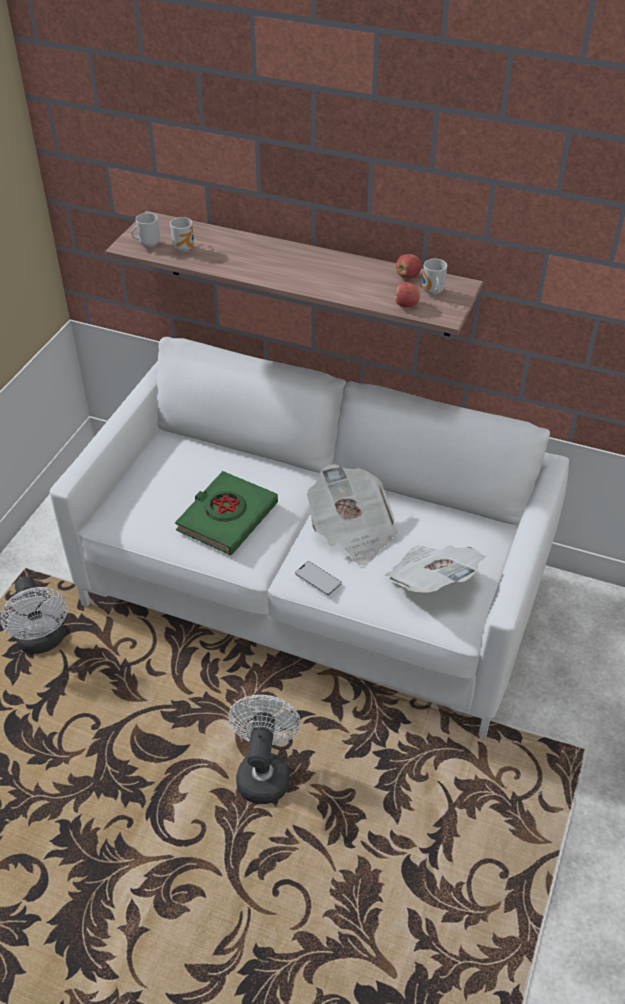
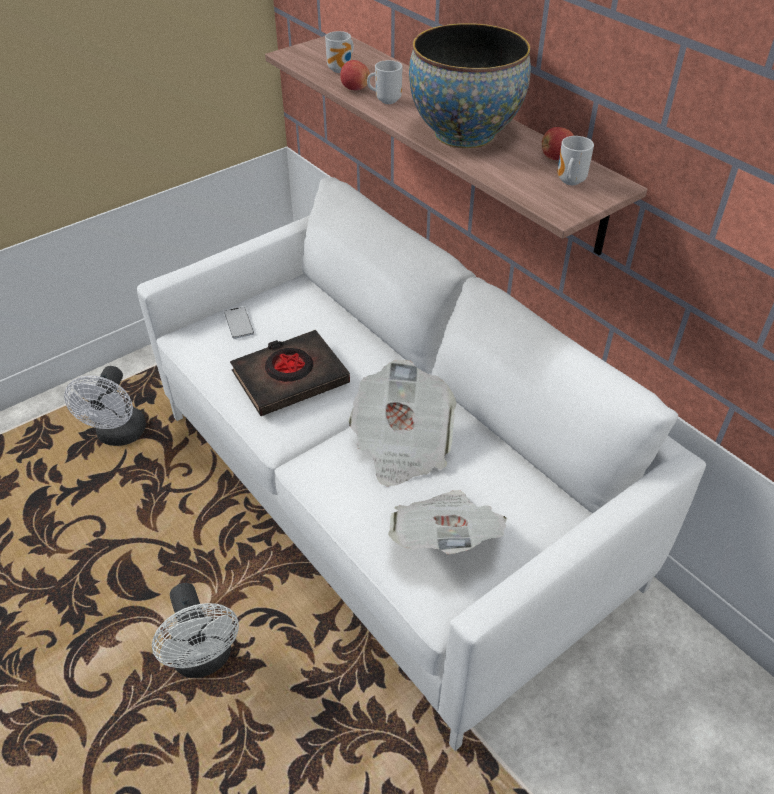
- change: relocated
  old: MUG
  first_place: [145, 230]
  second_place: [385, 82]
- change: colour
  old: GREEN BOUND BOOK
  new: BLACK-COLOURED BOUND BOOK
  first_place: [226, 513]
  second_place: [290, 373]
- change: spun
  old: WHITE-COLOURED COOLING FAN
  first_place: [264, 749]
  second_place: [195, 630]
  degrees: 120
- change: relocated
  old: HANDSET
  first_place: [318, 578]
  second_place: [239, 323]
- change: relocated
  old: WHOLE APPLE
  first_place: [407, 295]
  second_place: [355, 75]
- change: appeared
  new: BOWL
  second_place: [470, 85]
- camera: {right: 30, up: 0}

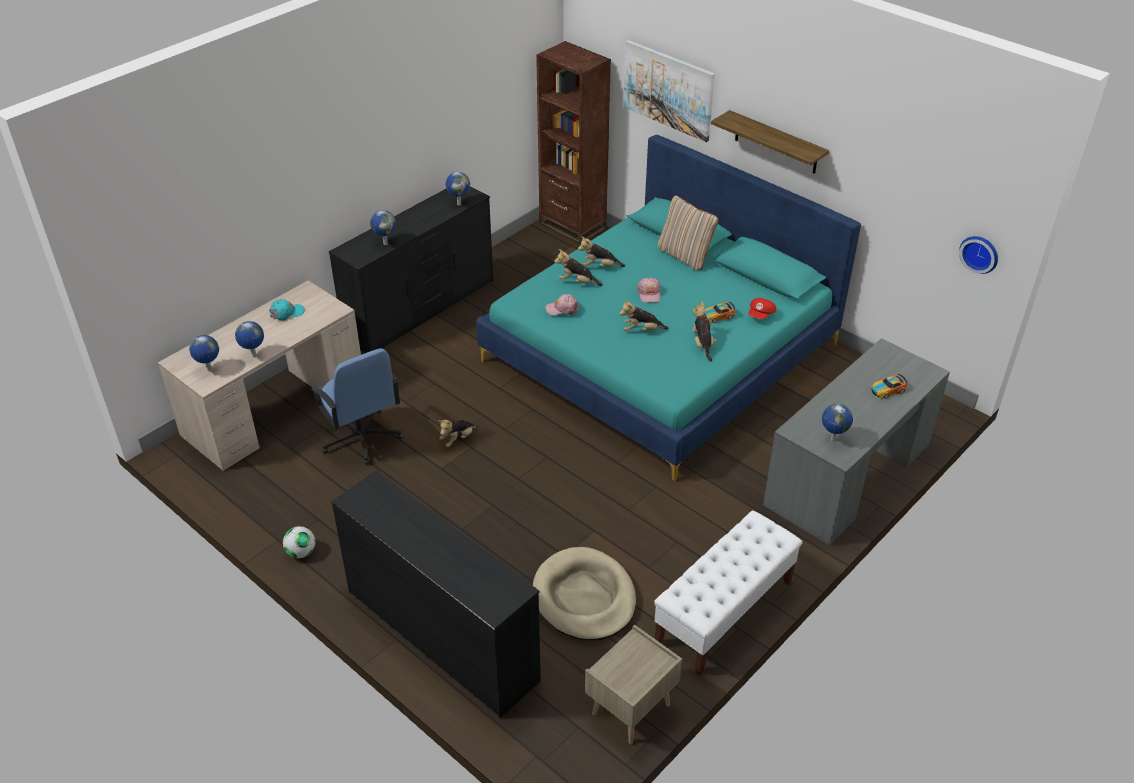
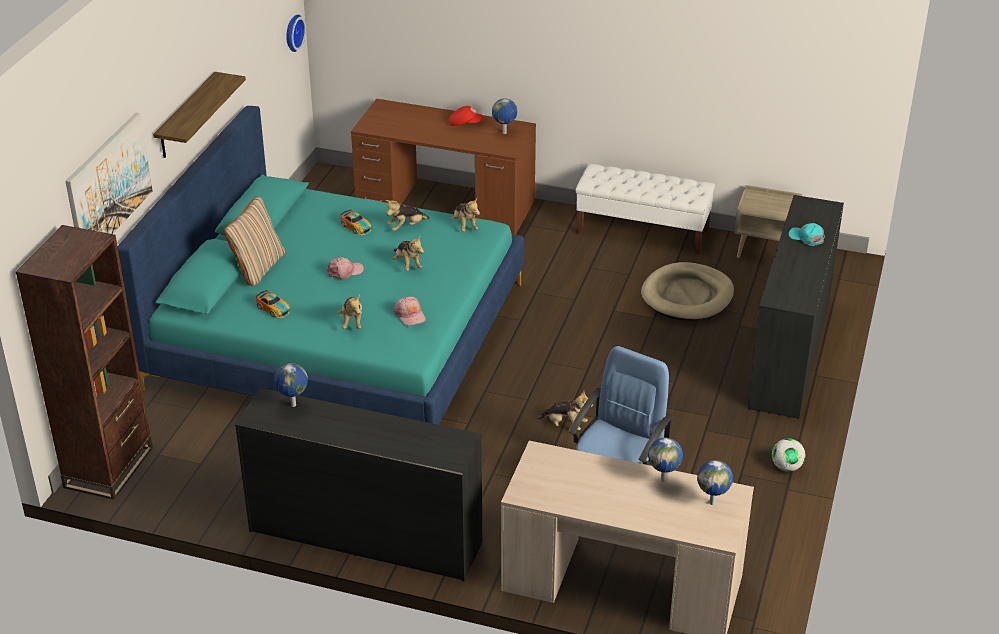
- change: relocated
  old: TURQUOISE-COLOURED BASEBALL CAP
  first_place: [286, 310]
  second_place: [807, 234]
- change: missing
  old: WORLD GLOBE
  first_place: [383, 227]
- change: relocated
  old: PLUSH TOY
  first_place: [601, 251]
  second_place: [465, 214]
- change: relocated
  old: REDDISH BASEBALL CAP
  first_place: [762, 308]
  second_place: [466, 116]
- change: colour
  old: GRAY DESK
  new: BROWN-COLOURED DESK
  first_place: [856, 441]
  second_place: [443, 167]
- change: relocated
  old: TOY CAR
  first_place: [888, 386]
  second_place: [273, 304]
- camera: {right: -115, up: -5}

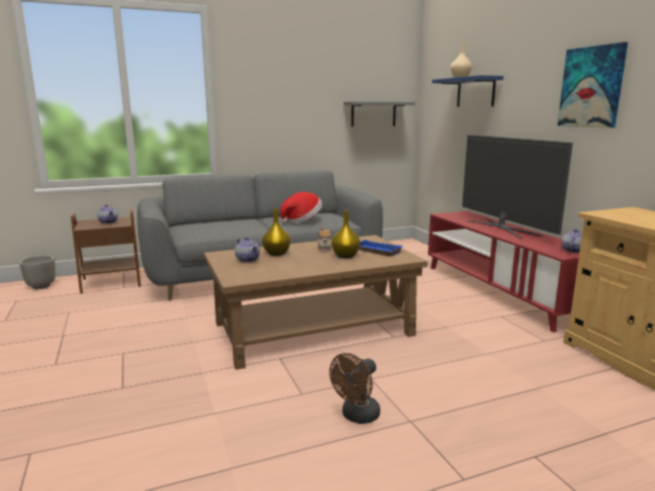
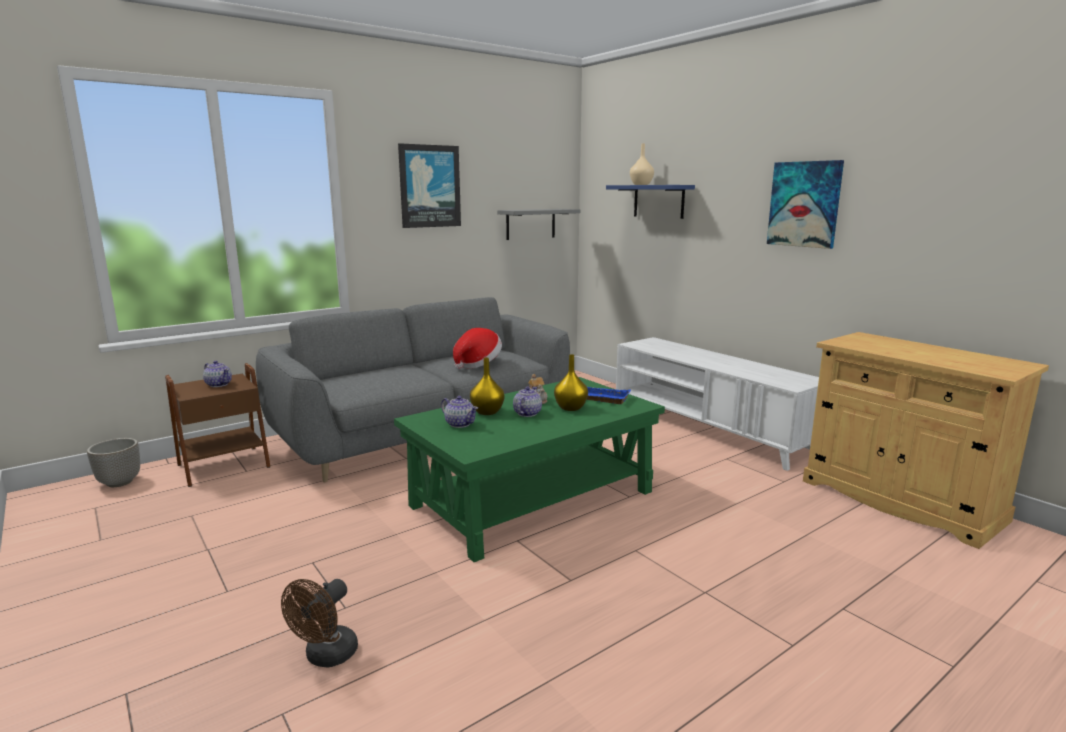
- change: colour
  old: BROWN-COLOURED LOUNGE TABLE
  new: GREEN LOUNGE TABLE
  first_place: [316, 302]
  second_place: [529, 469]
- change: relocated
  old: BROWN-COLOURED COOLING FAN
  first_place: [354, 388]
  second_place: [319, 623]
- change: colour
  old: REDDISH MEDIA CONSOLE
  new: WHITE-COLOURED MEDIA CONSOLE
  first_place: [503, 271]
  second_place: [717, 404]
- change: missing
  old: TELEVISION
  first_place: [517, 187]
- change: relocated
  old: POT FOR TEA
  first_place: [571, 241]
  second_place: [527, 402]
- change: appeared
  new: WALL PICTURE
  second_place: [429, 185]
- camera: {right: -15, up: 0}

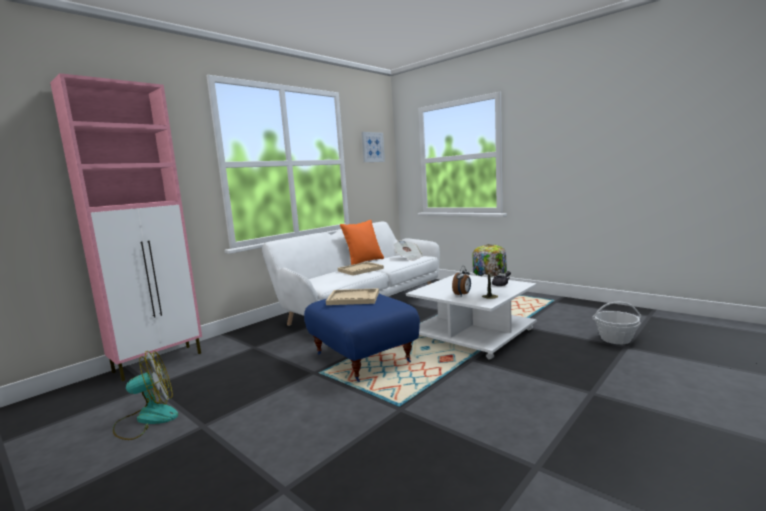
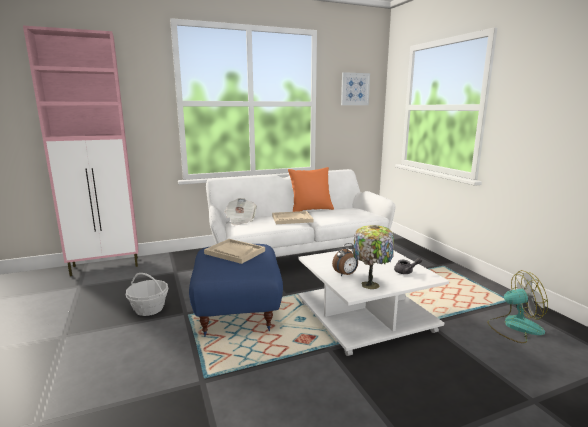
- change: relocated
  old: COOLING FAN
  first_place: [145, 395]
  second_place: [517, 306]
- change: relocated
  old: DAILY PAPER
  first_place: [408, 250]
  second_place: [240, 211]
- change: relocated
  old: BASKET
  first_place: [616, 323]
  second_place: [146, 294]
- camera: {right: 25, up: 5}

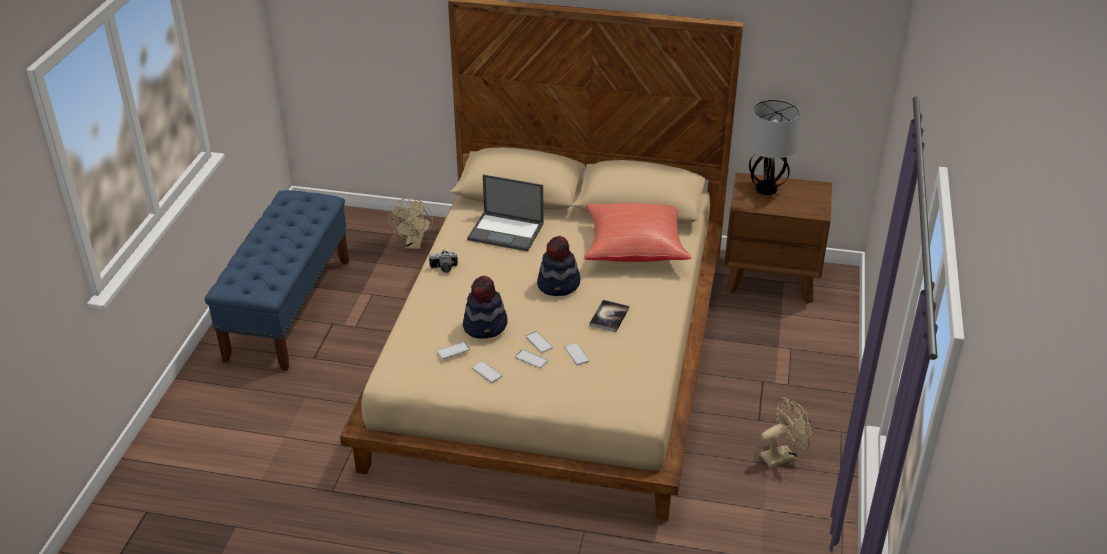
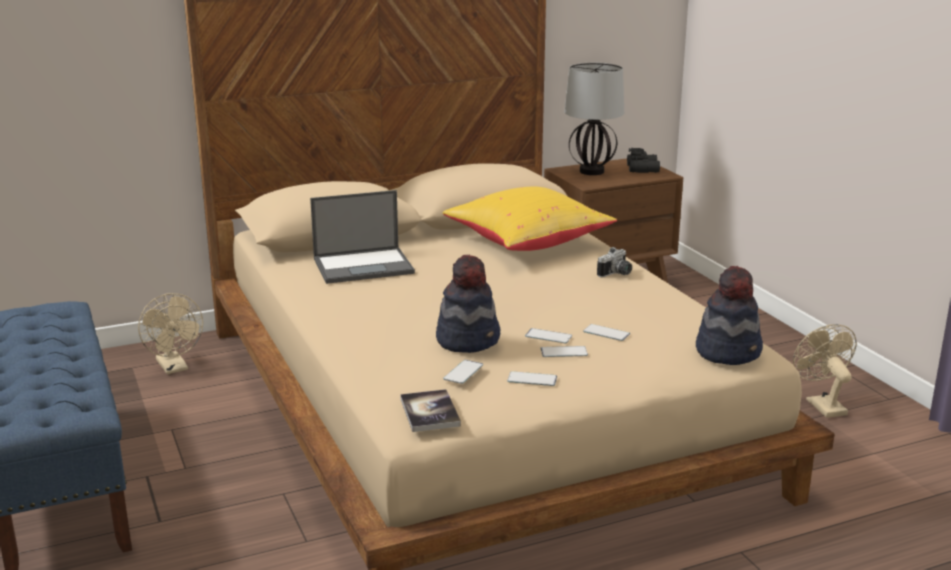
- change: relocated
  old: STILL CAMERA
  first_place: [443, 261]
  second_place: [614, 262]
- change: relocated
  old: WEARABLE HAT
  first_place: [558, 266]
  second_place: [729, 315]
- change: colour
  old: REDDISH CUSHION
  new: YELLOWISH CUSHION
  first_place: [637, 232]
  second_place: [530, 219]
- change: relocated
  old: BOUND BOOK
  first_place: [609, 316]
  second_place: [430, 410]
- change: spun
  old: BEIGE COOLING FAN
  first_place: [786, 432]
  second_place: [825, 371]
  degrees: -45
- change: appeared
  new: BLACK-COLOURED BINOCULARS
  second_place: [643, 160]
- camera: {right: -35, up: -15}

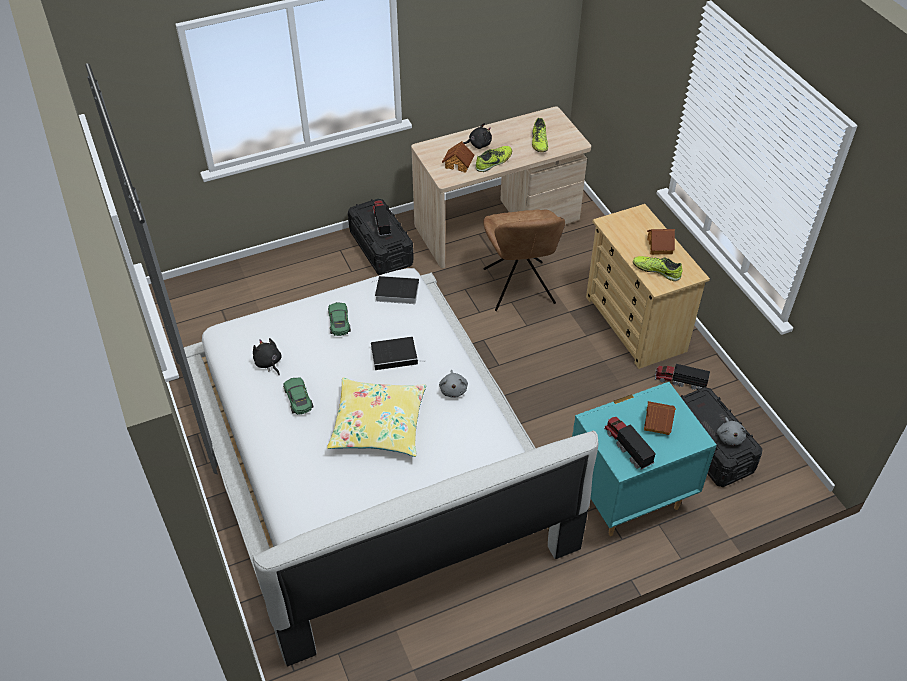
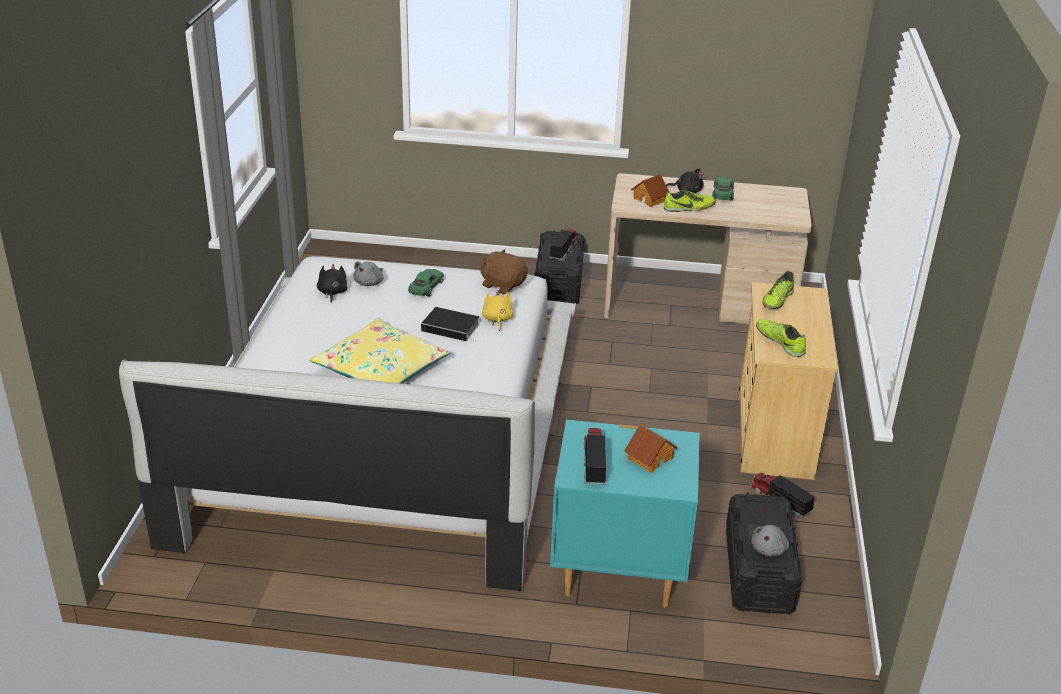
- change: relocated
  old: GREEN TOY CAR
  first_place: [298, 396]
  second_place: [723, 189]
- change: exchanged
  old: BOUND BOOK
  new: BROWN-COLOURED PLUSH TOY
  first_place: [395, 290]
  second_place: [504, 271]
- change: relocated
  old: GRAY PLUSH TOY
  first_place: [453, 384]
  second_place: [368, 274]
- change: missing
  old: BROWN-COLOURED UPRIGHT CHAIR
  first_place: [524, 260]
- change: relocated
  old: ITEM OF FOOTWEAR
  first_place: [540, 135]
  second_place: [779, 290]
- change: missing
  old: TOY HOUSE
  first_place: [661, 242]
- change: appeared
  new: YELLOWISH PLUSH TOY
  second_place: [497, 310]
- camera: {right: 30, up: -15}

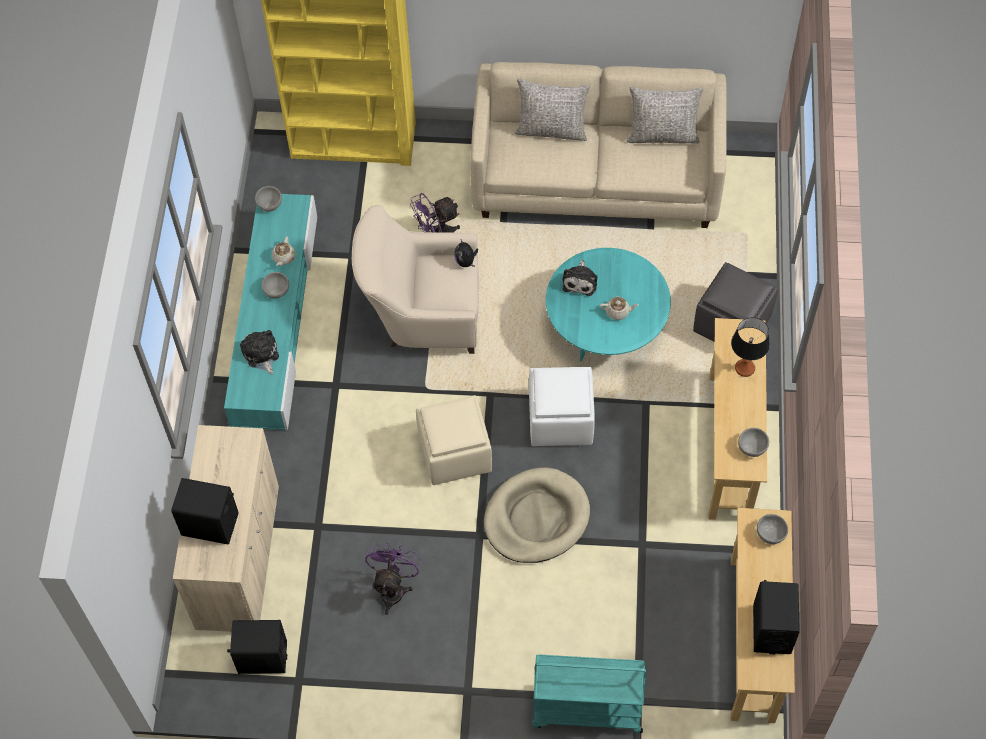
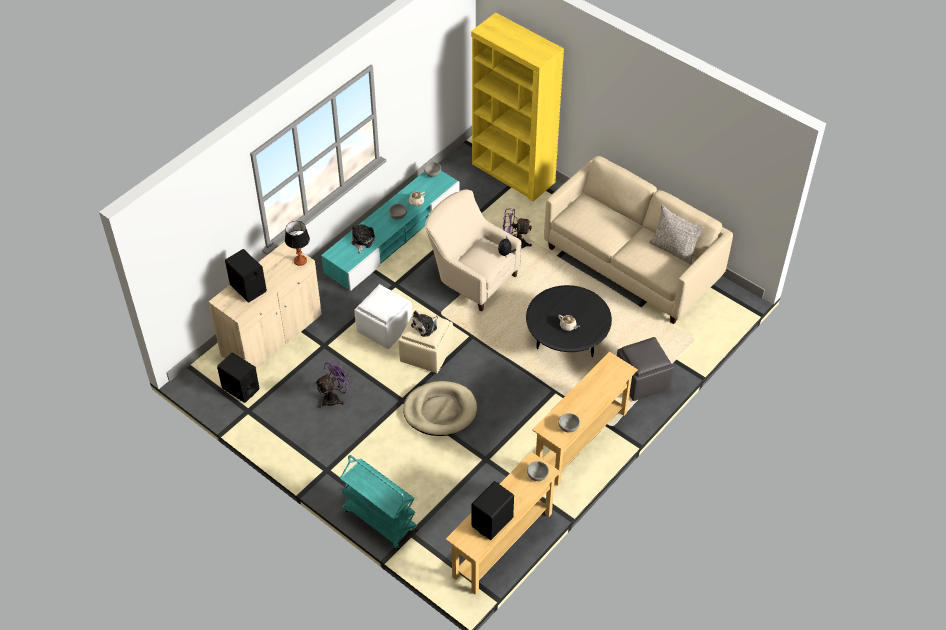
- change: missing
  old: GRAY CUSHION
  first_place: [552, 109]
- change: relocated
  old: WHITE-COLOURED FOOTREST
  first_place: [562, 406]
  second_place: [383, 316]
- change: colour
  old: TURQUOISE-COLOURED LOUNGE TABLE
  new: BLACK-COLOURED LOUNGE TABLE
  first_place: [608, 305]
  second_place: [569, 321]
- change: relocated
  old: PLUSH TOY
  first_place: [579, 278]
  second_place: [424, 324]
- change: relocated
  old: TABLE LAMP
  first_place: [750, 347]
  second_place: [297, 243]
- camera: {right: 35, up: -10}

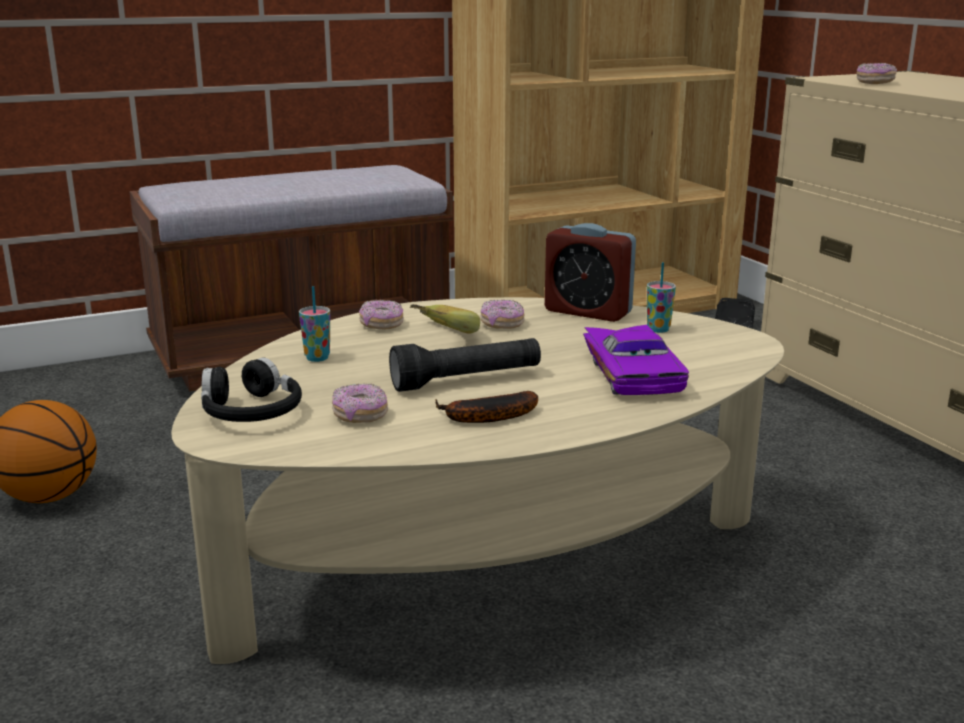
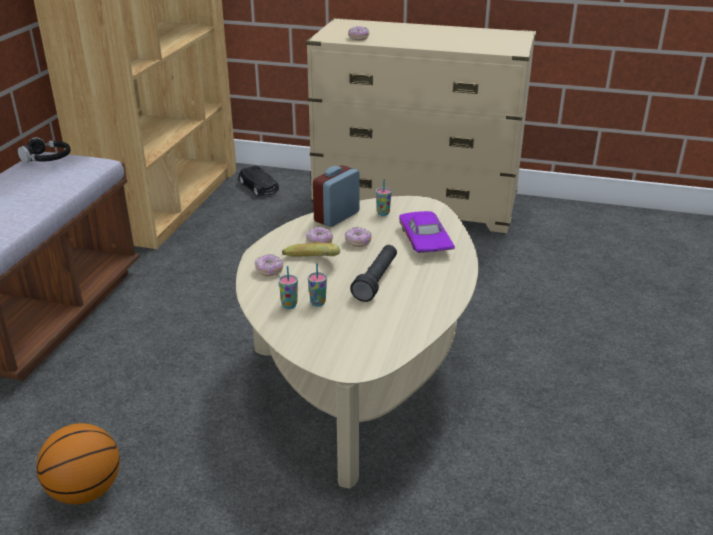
- change: relocated
  old: BLACK-COLOURED HEADSET
  first_place: [251, 390]
  second_place: [44, 150]
- change: relocated
  old: DONUT
  first_place: [360, 403]
  second_place: [358, 237]
- change: missing
  old: BANANA FRUIT
  first_place: [486, 407]
- change: spun
  old: BEDSIDE CLOCK
  first_place: [590, 272]
  second_place: [336, 196]
  degrees: 150
- change: spun
  old: PURPLE TOY CAR
  first_place: [636, 360]
  second_place: [427, 232]
  degrees: -135
- change: appeared
  new: SMALL CUP
  second_place: [317, 284]
- camera: {right: -50, up: 10}

